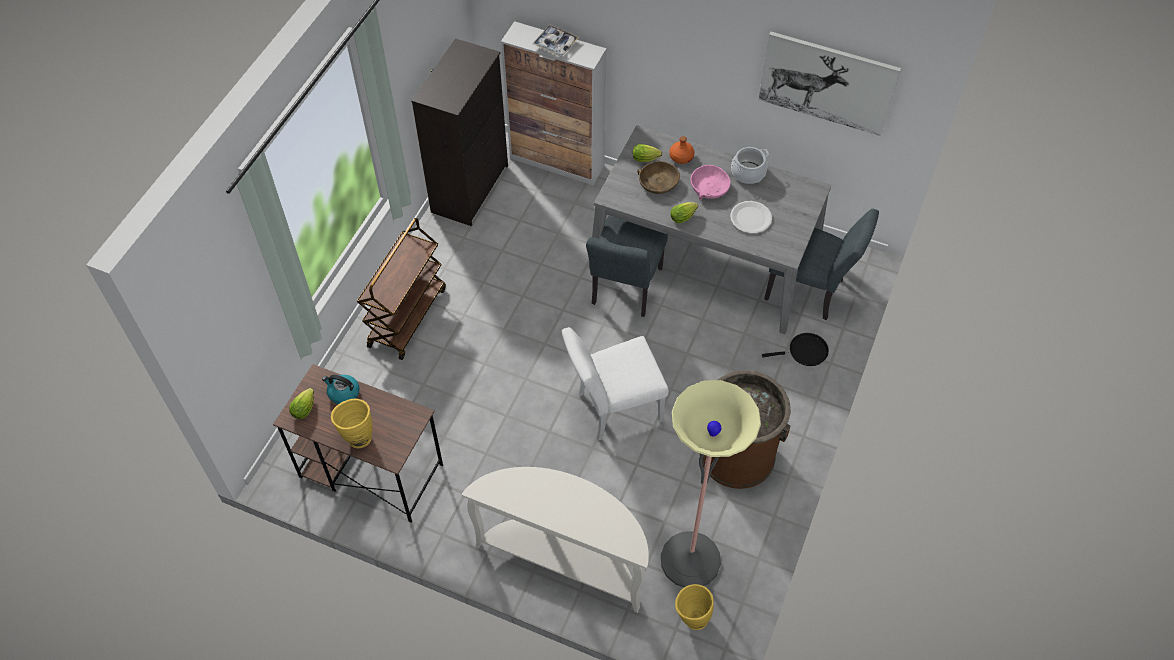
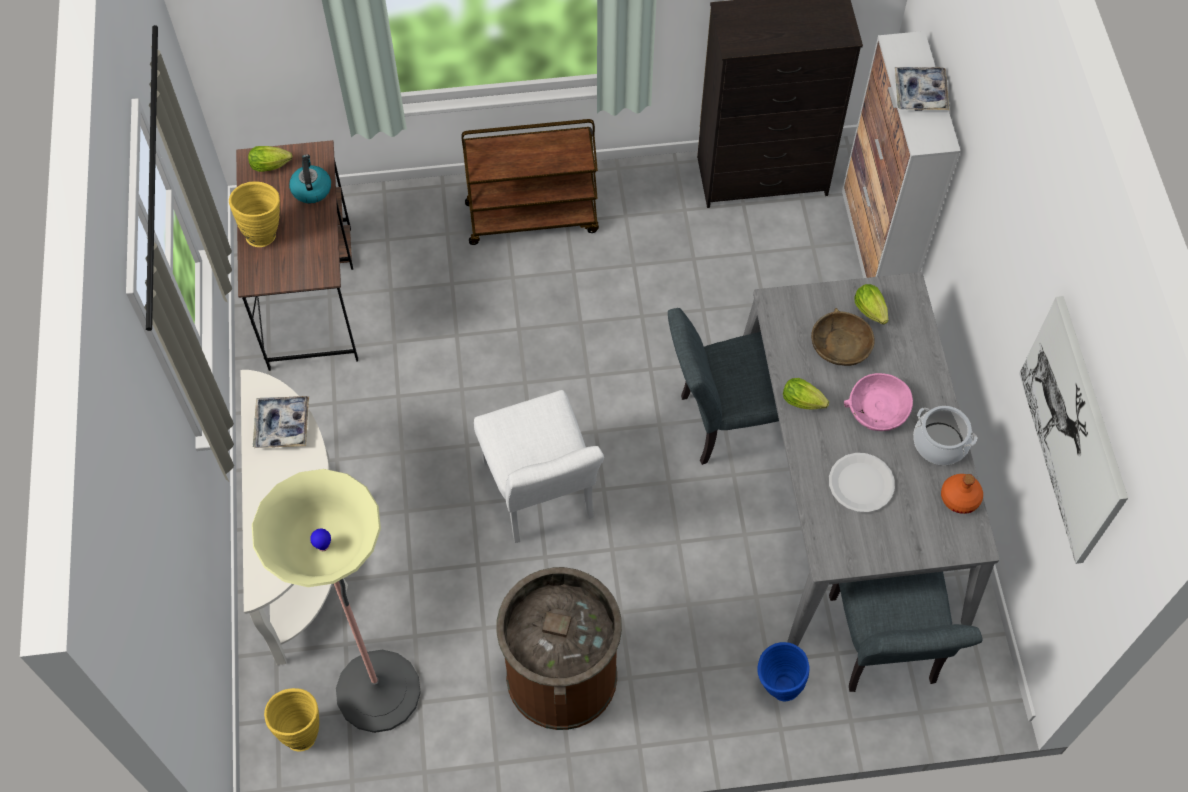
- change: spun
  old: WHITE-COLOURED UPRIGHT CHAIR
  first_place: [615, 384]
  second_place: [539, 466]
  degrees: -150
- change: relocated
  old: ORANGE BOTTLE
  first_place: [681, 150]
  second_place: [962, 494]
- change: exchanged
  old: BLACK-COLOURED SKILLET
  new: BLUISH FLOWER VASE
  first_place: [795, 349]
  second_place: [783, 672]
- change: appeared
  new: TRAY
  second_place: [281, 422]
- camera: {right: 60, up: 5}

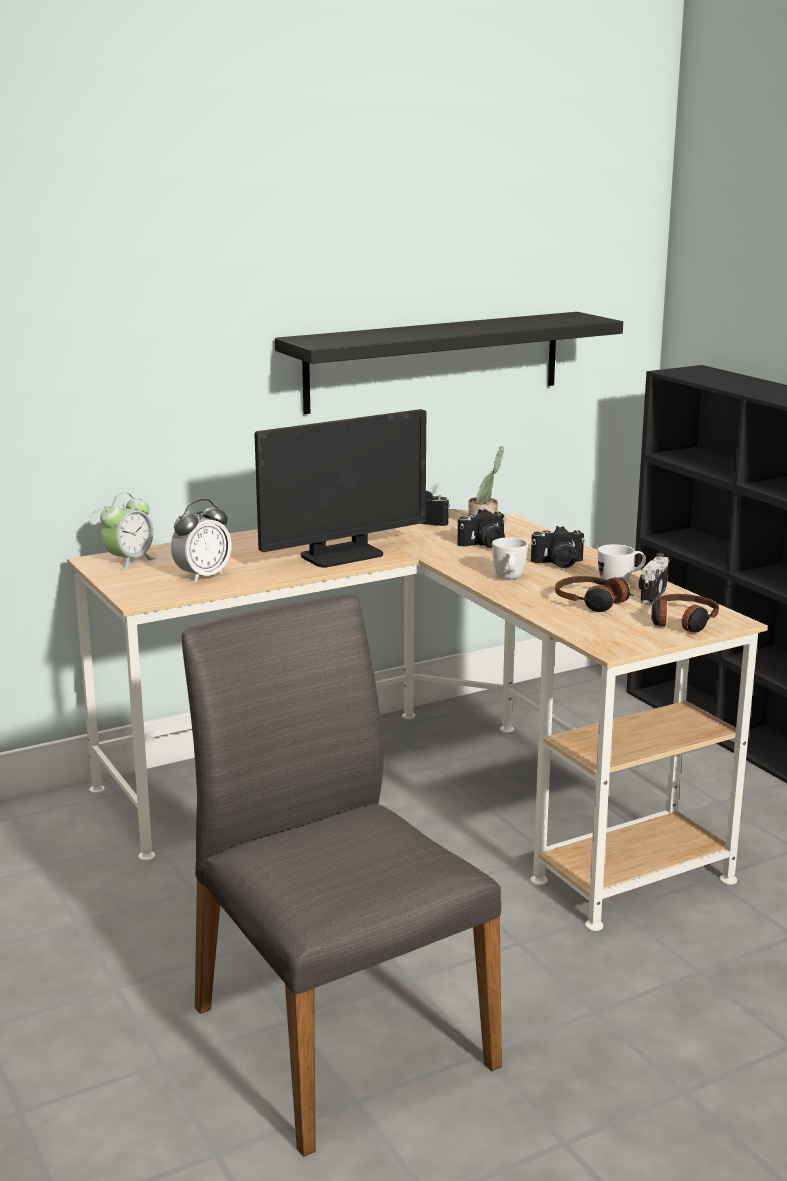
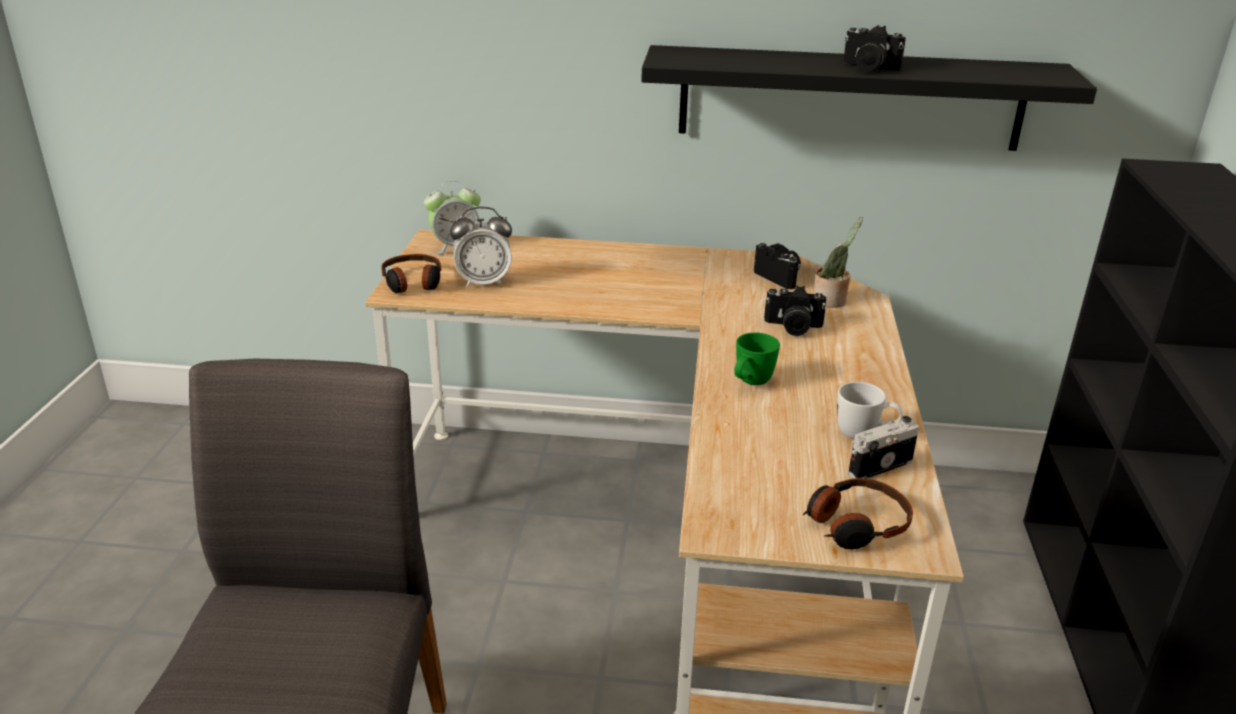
- change: missing
  old: COMPUTER SCREEN
  first_place: [340, 488]
- change: colour
  old: WHITE-COLOURED MUG
  new: GREEN MUG
  first_place: [510, 558]
  second_place: [757, 359]
- change: relocated
  old: STILL CAMERA
  first_place: [558, 547]
  second_place: [874, 48]
- change: relocated
  old: HEADSET
  first_place: [594, 594]
  second_place: [411, 273]
- camera: {right: 35, up: 10}

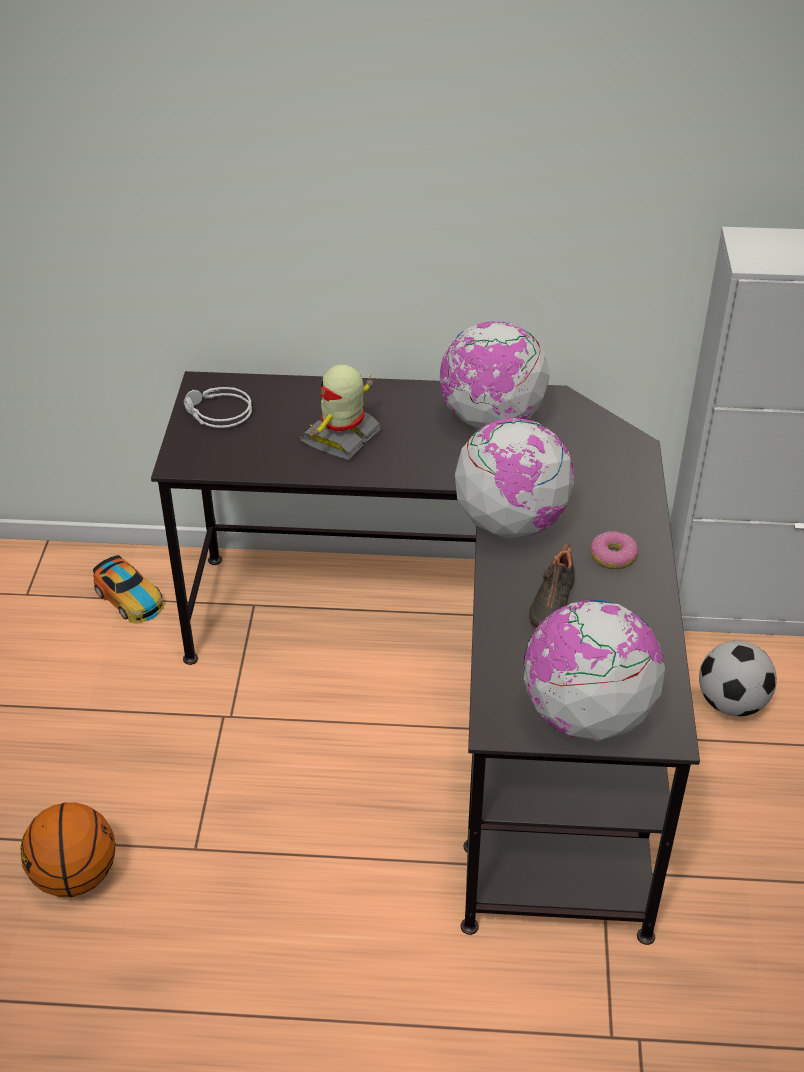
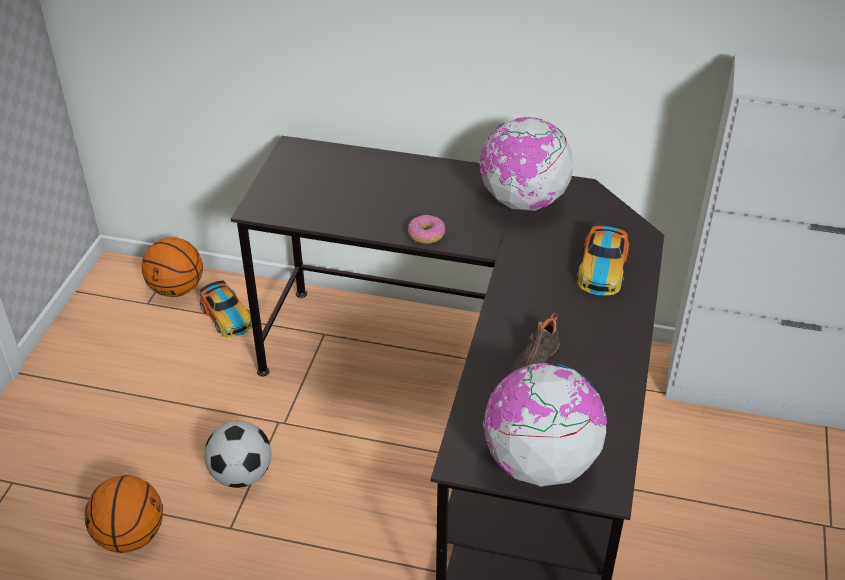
- change: missing
  old: GRAY HEADSET
  first_place: [218, 407]
- change: missing
  old: MODEL ROBOT
  first_place: [340, 412]
- change: missing
  old: WORLD GLOBE
  first_place: [514, 478]
- change: relocated
  old: DONUT
  first_place: [614, 550]
  second_place: [426, 229]
- change: relocated
  old: BALL FOR FOOTBALL
  first_place: [738, 679]
  second_place: [237, 454]
- change: appeared
  new: BALL FOR BASKETBALL
  second_place: [172, 267]
- change: appeared
  new: TOY CAR
  second_place: [603, 258]
- camera: {right: 10, up: 0}

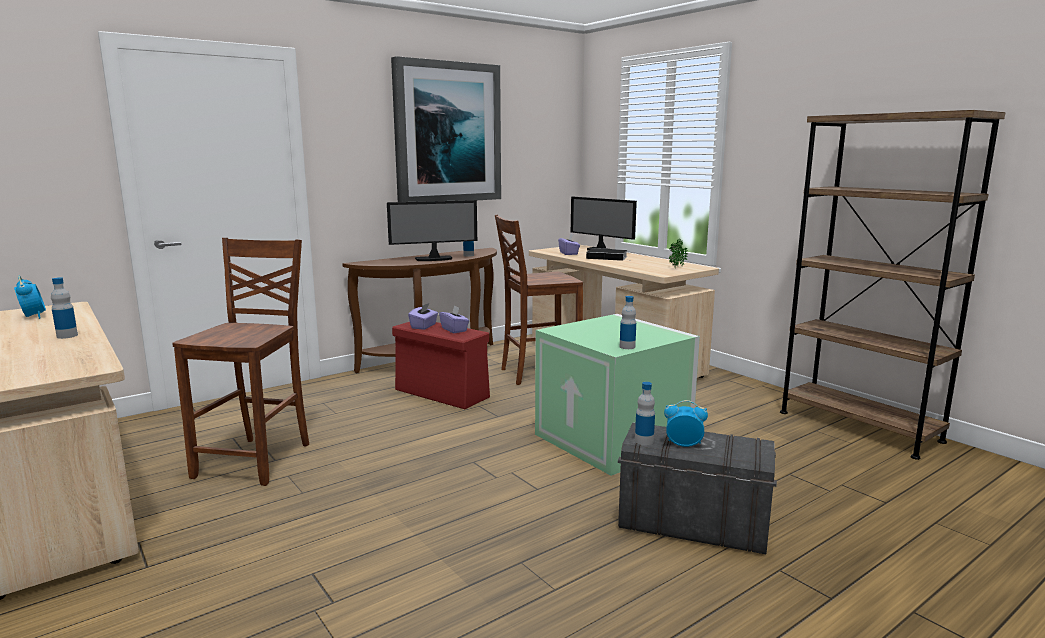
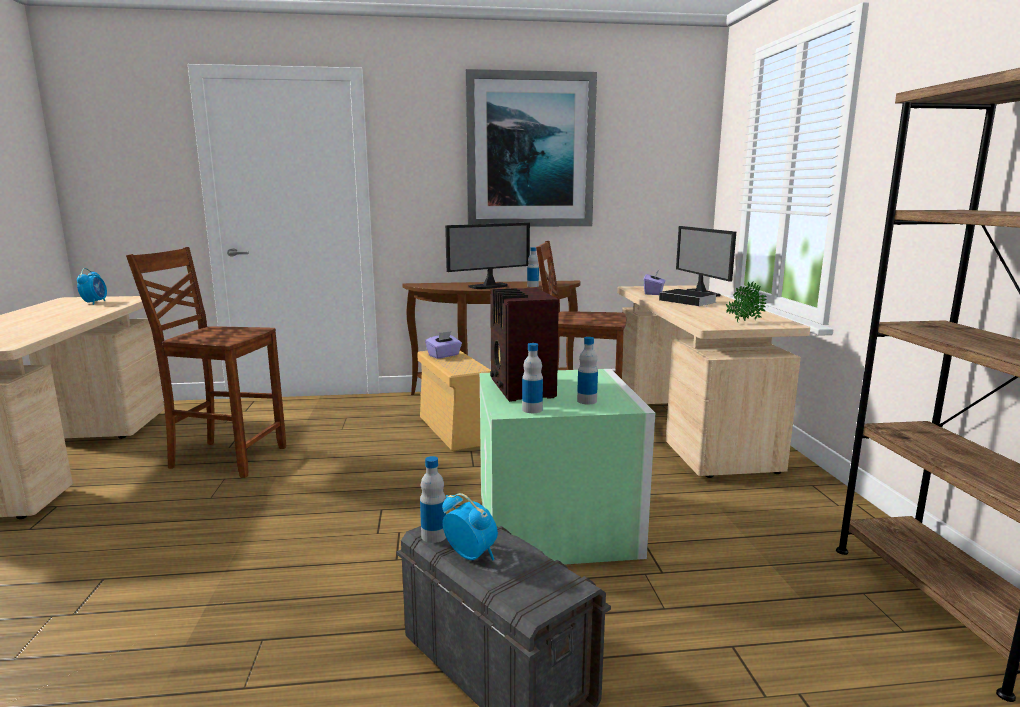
- change: relocated
  old: BOTTLE
  first_place: [64, 308]
  second_place: [587, 370]
- change: spun
  old: BROWN-COLOURED UPRIGHT CHAIR
  first_place: [240, 362]
  second_place: [206, 362]
  degrees: -120
- change: spun
  old: COMPUTER SCREEN
  first_place: [432, 230]
  second_place: [487, 256]
  degrees: -45
- change: colour
  old: REDDISH STORAGE BOX
  new: BEIGE STORAGE BOX
  first_place: [441, 365]
  second_place: [454, 401]
- change: missing
  old: PURPLE BOX OF TISSUES
  first_place: [454, 319]
- change: appeared
  new: RADIO RECEIVER
  second_place: [524, 345]
- camera: {right: 30, up: 0}

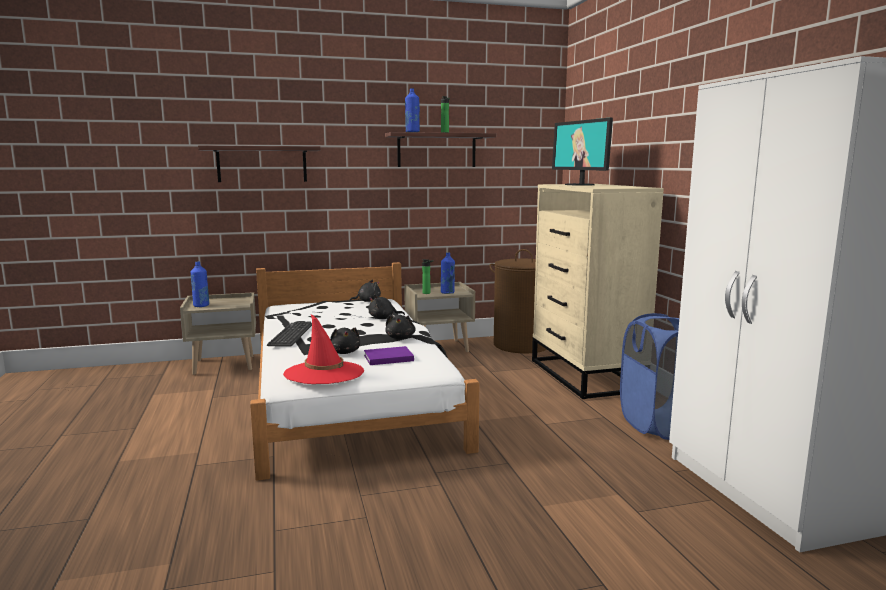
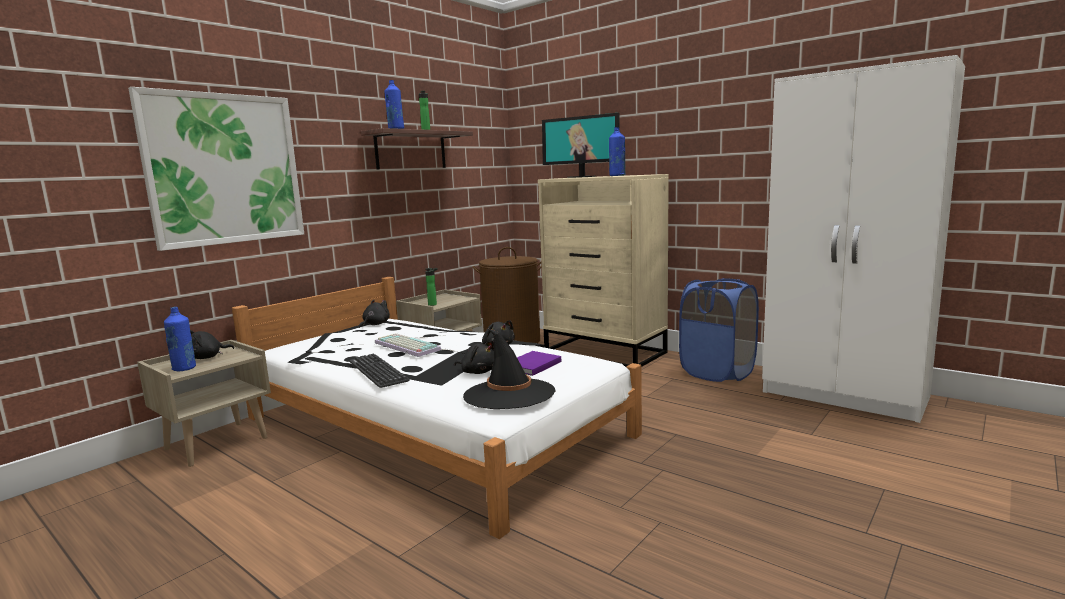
- change: exchanged
  old: BRACKET SHELF
  new: WALL PICTURE
  first_place: [259, 163]
  second_place: [216, 169]
- change: colour
  old: REDDISH WEARABLE HAT
  new: BLACK-COLOURED WEARABLE HAT
  first_place: [323, 349]
  second_place: [509, 369]
- change: relocated
  old: BLACK-COLOURED PLUSH TOY
  first_place: [387, 306]
  second_place: [212, 344]
- change: relocated
  old: BLUISH BOTTLE
  first_place: [448, 273]
  second_place: [617, 151]
- change: appeared
  new: KEYBOARD
  second_place: [408, 345]
- camera: {right: -35, up: 0}

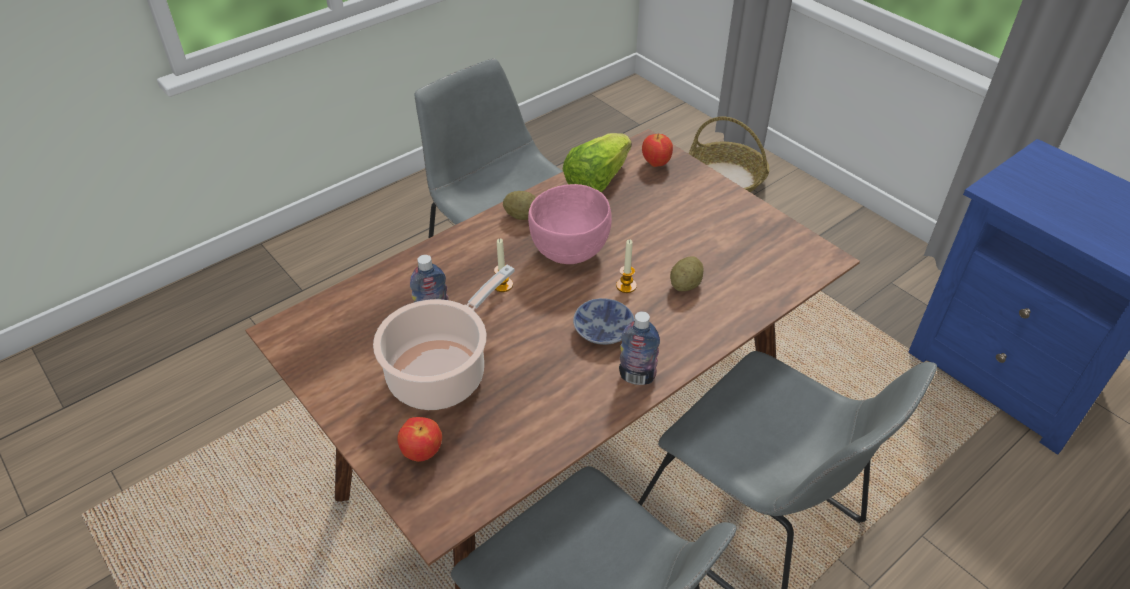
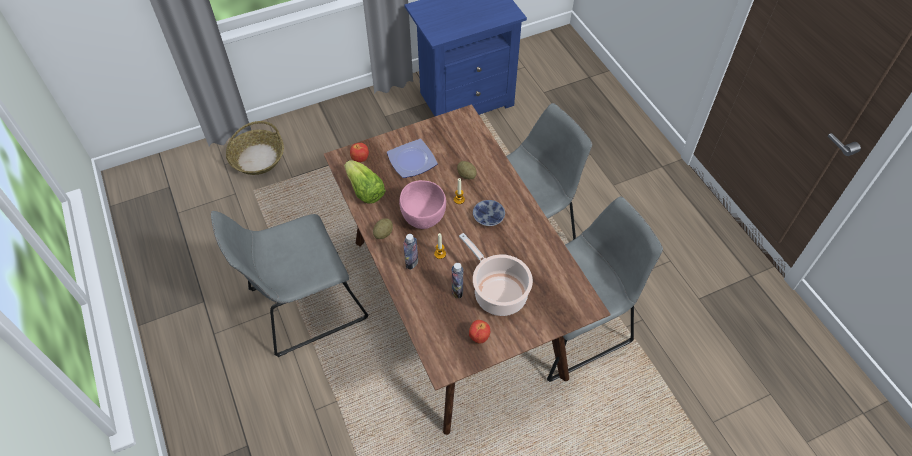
- change: relocated
  old: WHOLE APPLE
  first_place: [419, 439]
  second_place: [479, 332]
- change: relocated
  old: BOTTLE
  first_place: [639, 348]
  second_place: [411, 252]
- change: appeared
  new: FLAT DISH
  second_place: [412, 158]
- camera: {right: -75, up: 10}

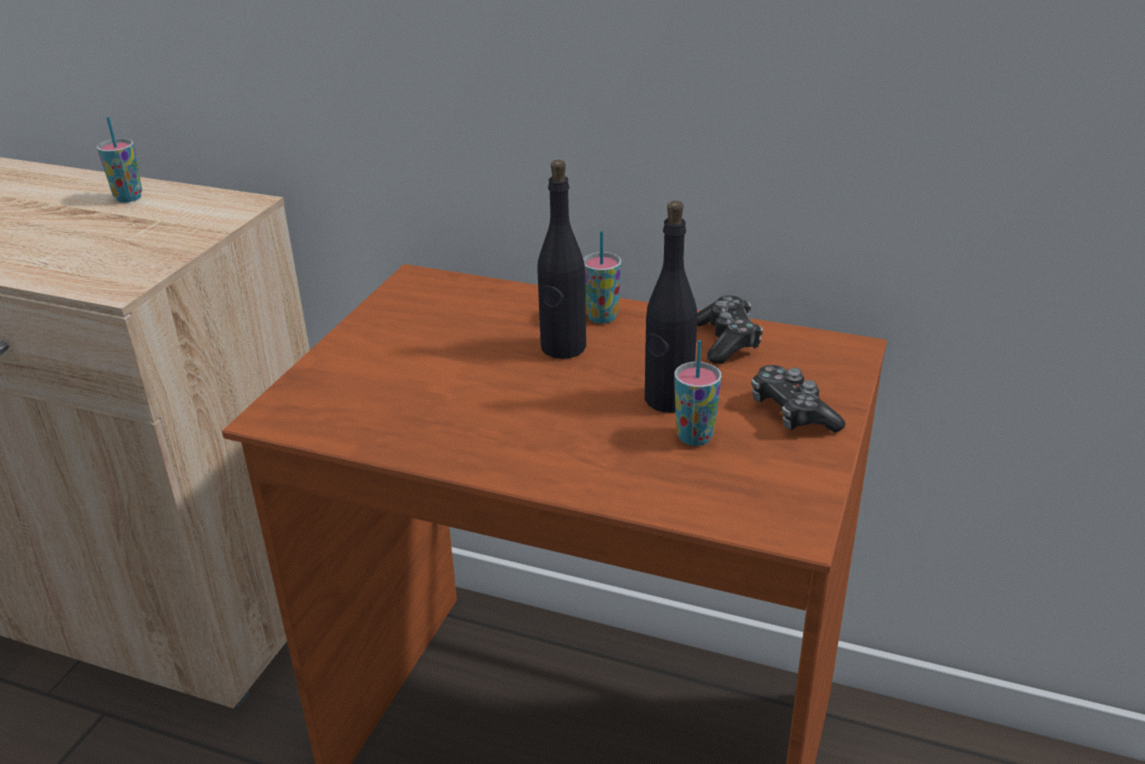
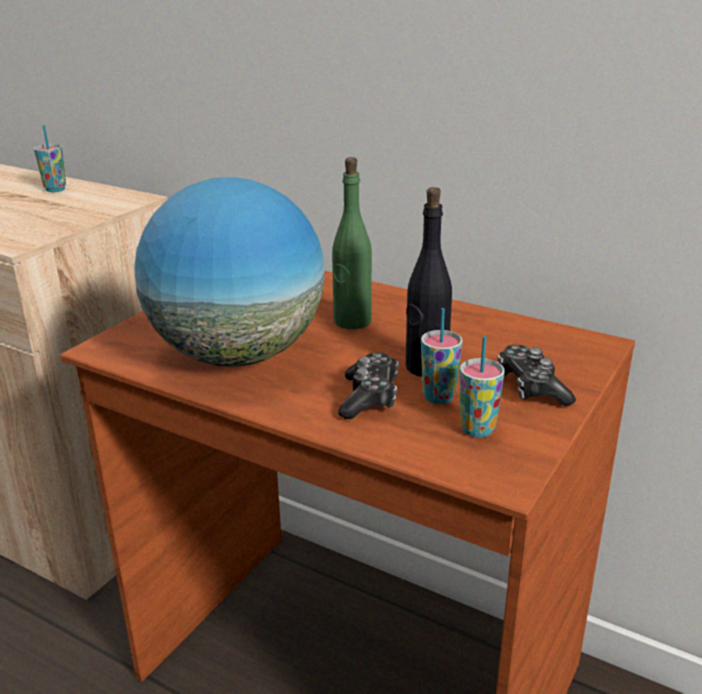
- change: colour
  old: BLACK-COLOURED BOTTLE
  new: GREEN BOTTLE
  first_place: [561, 259]
  second_place: [352, 243]
- change: relocated
  old: SMALL CUP
  first_place: [602, 277]
  second_place: [482, 387]
- change: relocated
  old: GAMEPAD
  first_place: [730, 329]
  second_place: [368, 385]
- change: appeared
  new: WORLD GLOBE
  second_place: [229, 272]
- camera: {right: 10, up: -5}

